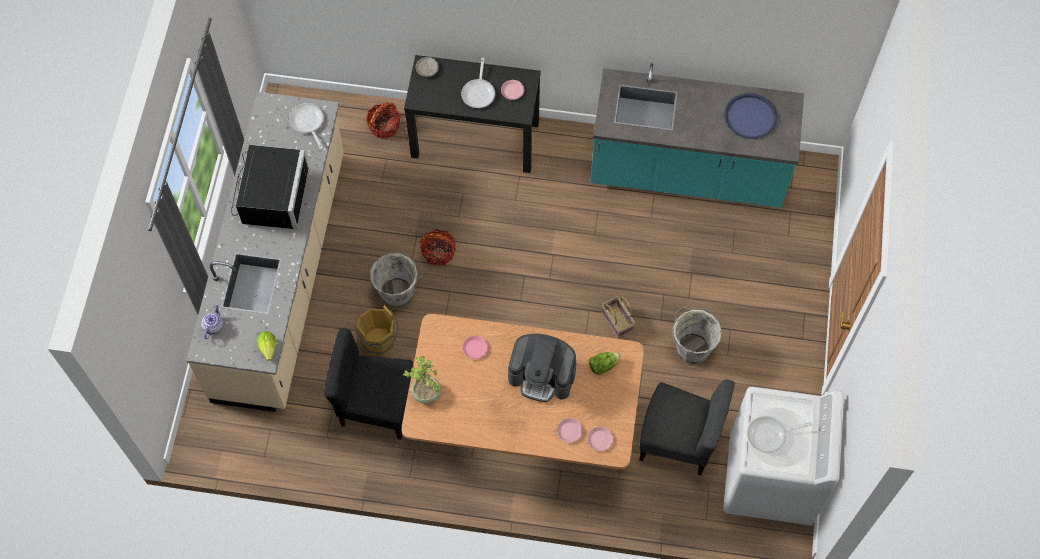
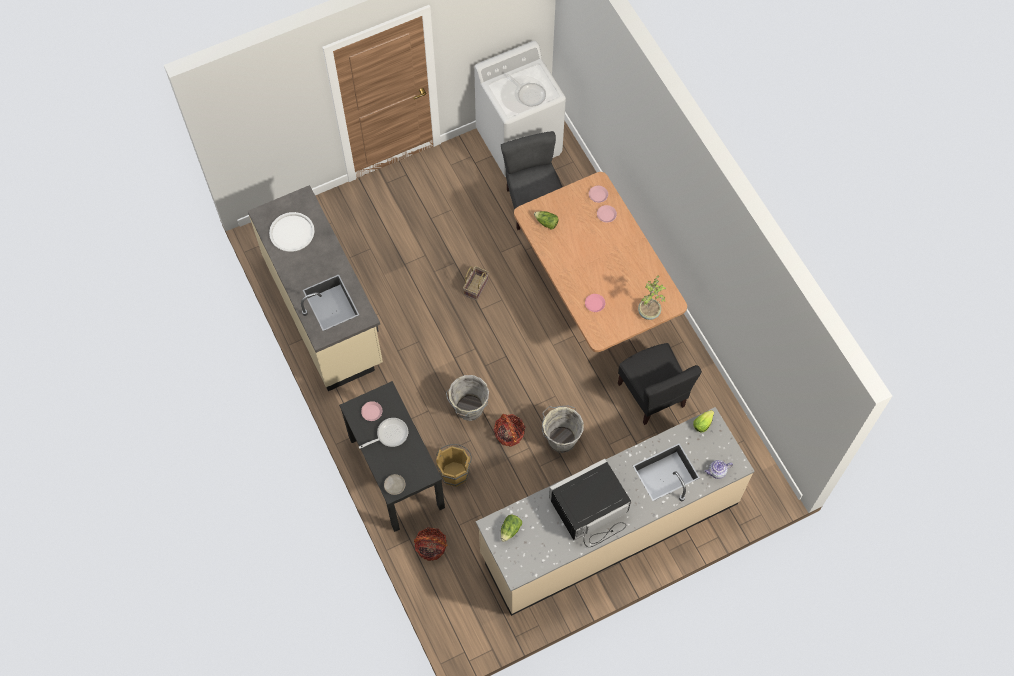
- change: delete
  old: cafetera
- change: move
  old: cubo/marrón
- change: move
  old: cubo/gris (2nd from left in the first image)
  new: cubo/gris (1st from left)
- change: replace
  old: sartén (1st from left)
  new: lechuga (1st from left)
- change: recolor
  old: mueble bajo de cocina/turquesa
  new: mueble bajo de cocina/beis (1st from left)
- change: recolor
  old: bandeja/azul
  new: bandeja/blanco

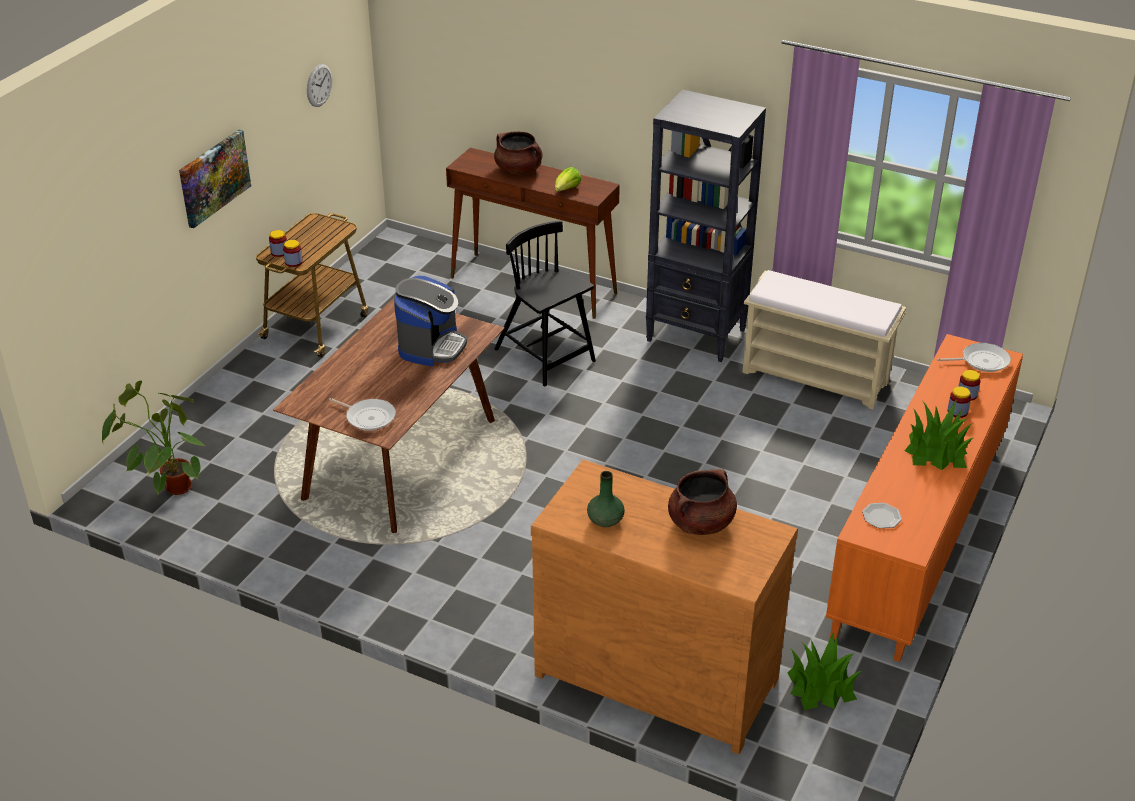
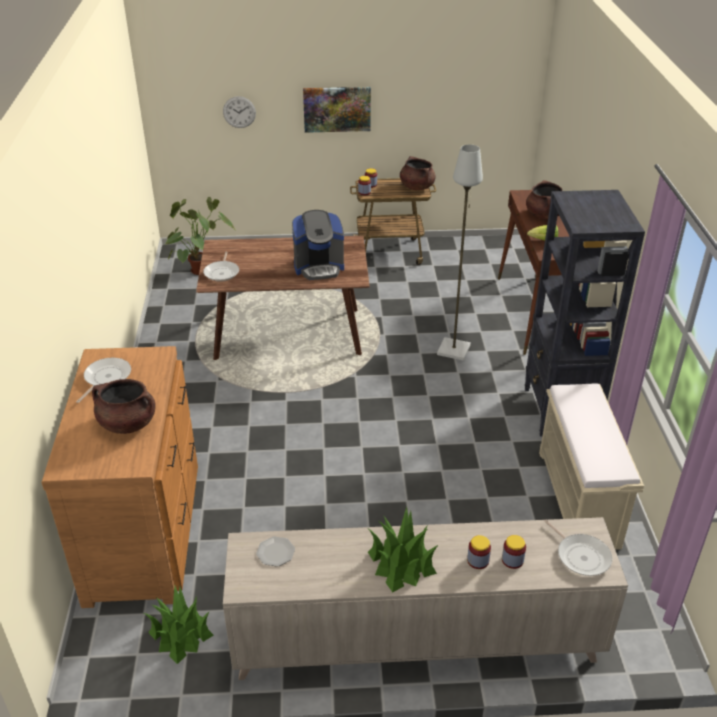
- change: insert
  new: olla/marrón (2nd from left)
- change: move
  old: reloj de pared
- change: replace
  old: silla/negro
  new: lámpara de pie/gris
- change: replace
  old: florero/verde
  new: sartén (1st from left)
- change: recolor
  old: armario/naranja
  new: armario/beis

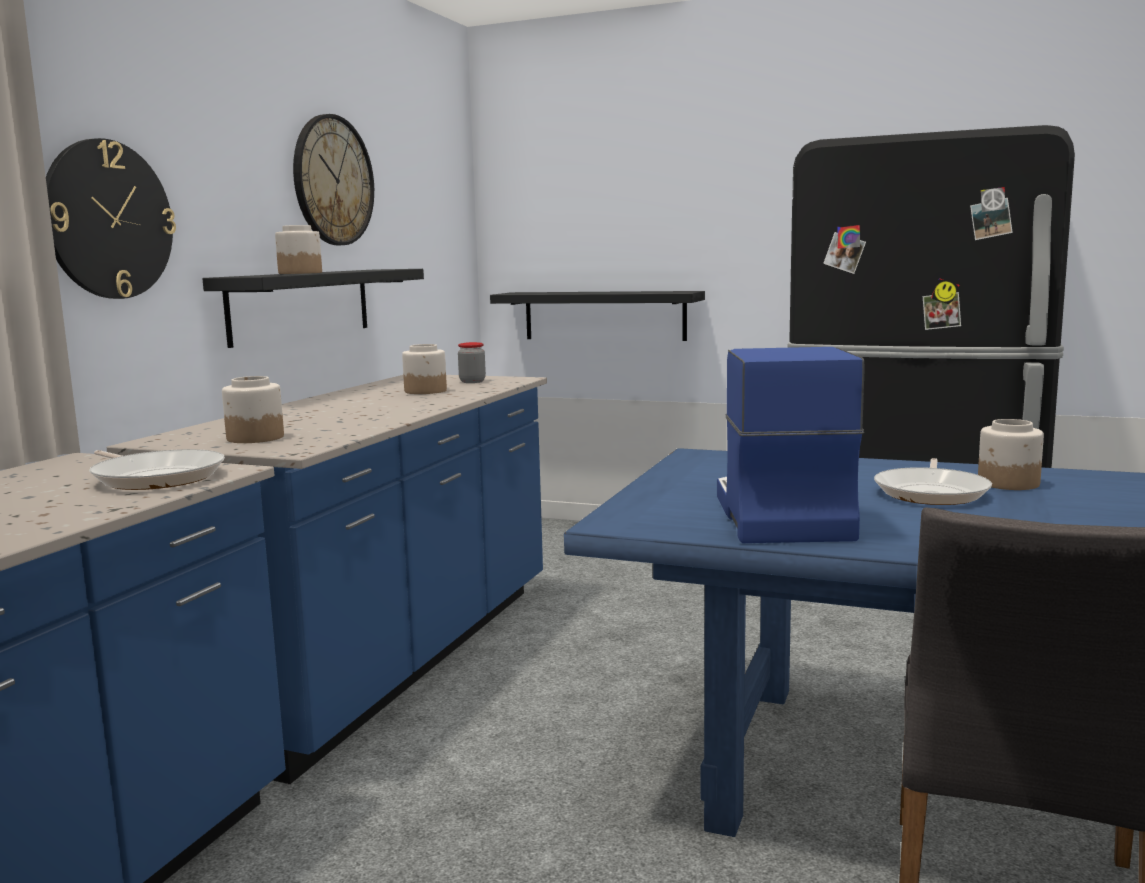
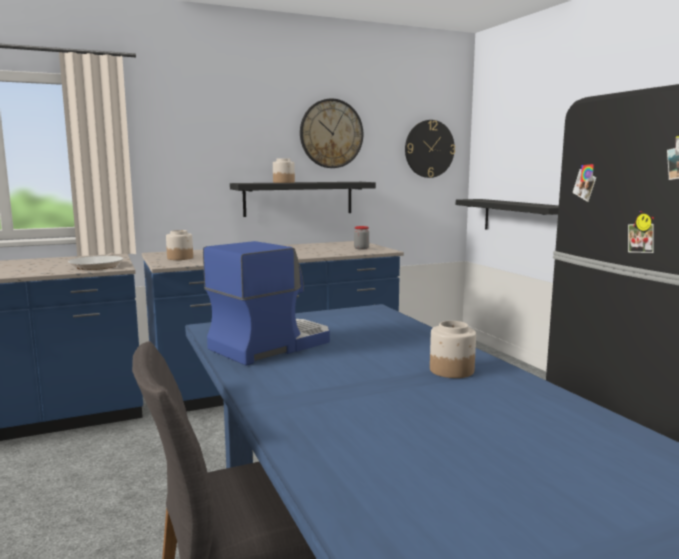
- change: delete
  old: tarro (3rd from left)
- change: delete
  old: sartén (2nd from left)
- change: move
  old: reloj de pared (1st from left in the first image)
  new: reloj de pared (2nd from left)

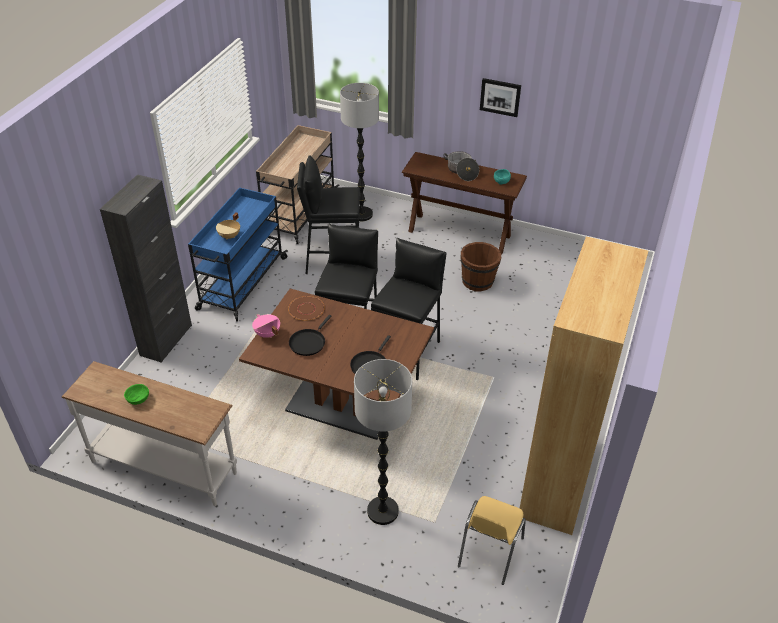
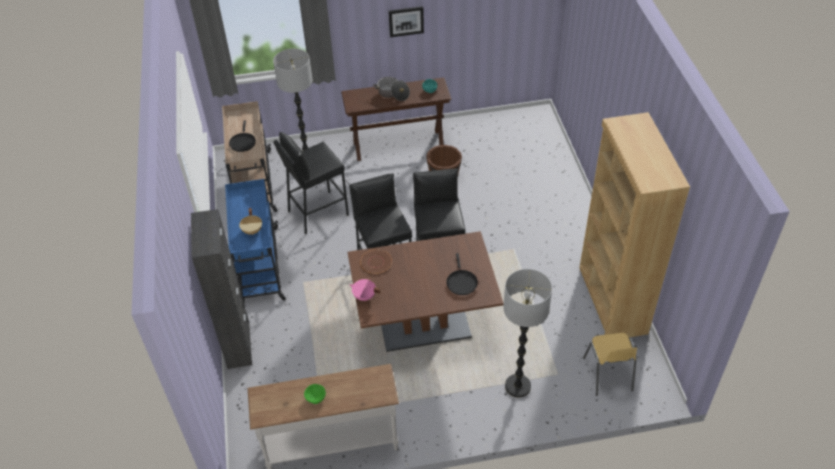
- change: move
  old: sartén/negro (1st from left)

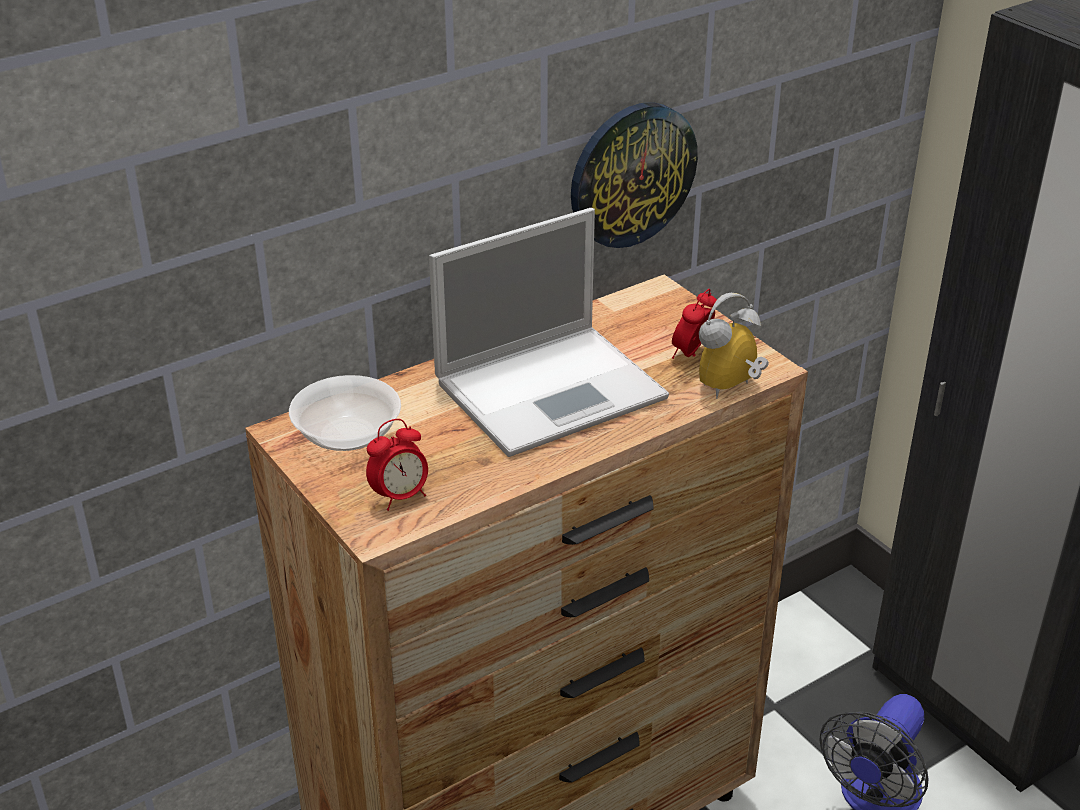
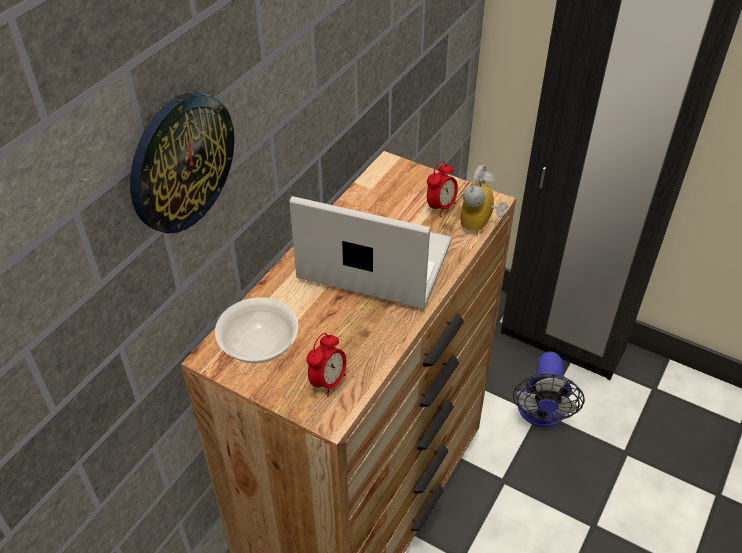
- change: move
  old: reloj de pared
- change: rotate
  old: portátil
  degrees: -105
- change: rotate
  old: despertador (2nd from left)
  degrees: -150

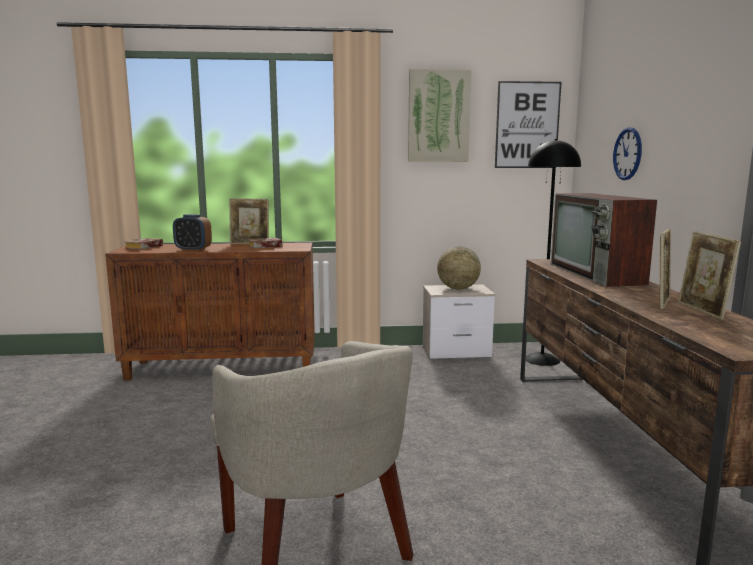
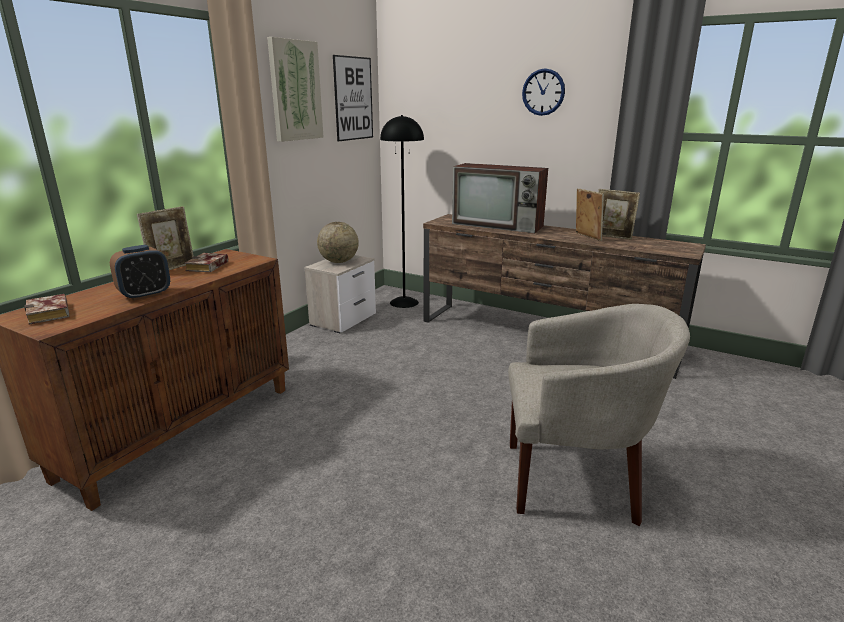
- change: move
  old: reloj de pared

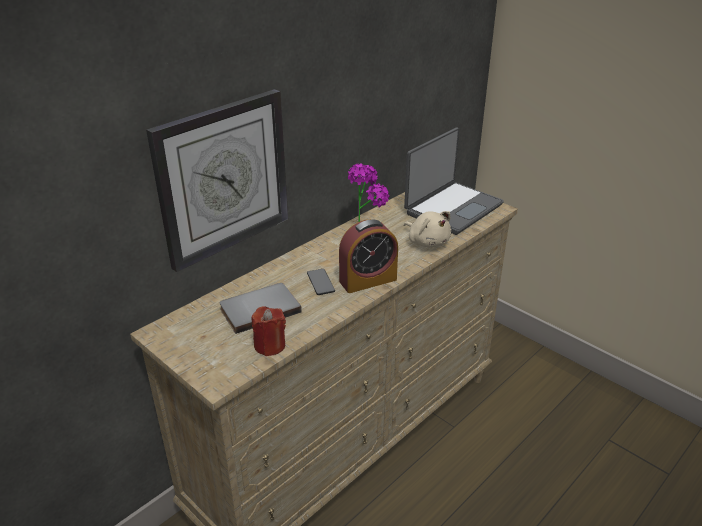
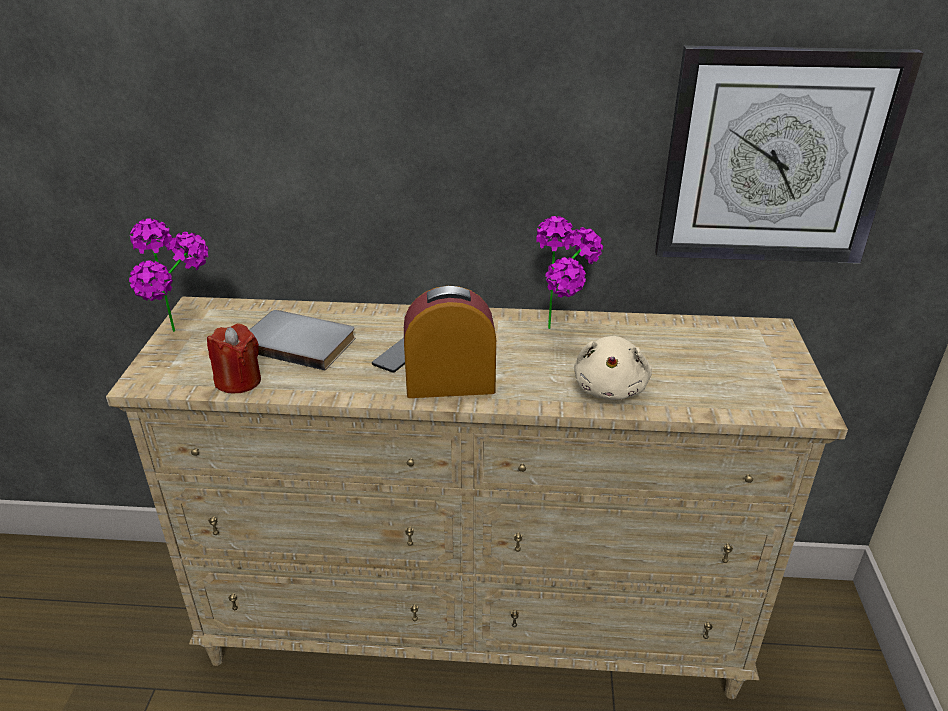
- change: delete
  old: portátil
- change: insert
  new: planta en maceta (1st from left)
- change: move
  old: reloj de pared
- change: rotate
  old: despertador
  degrees: 150

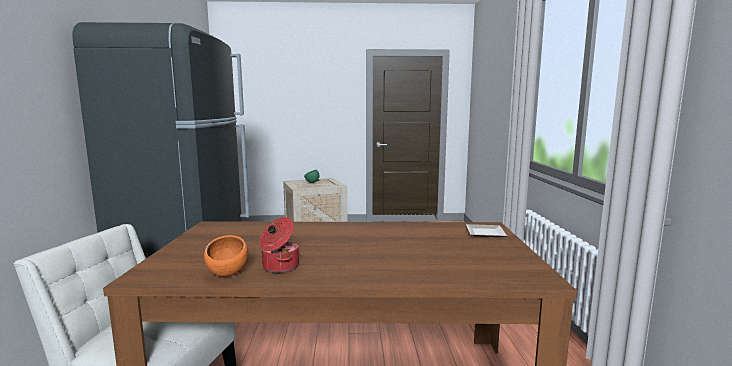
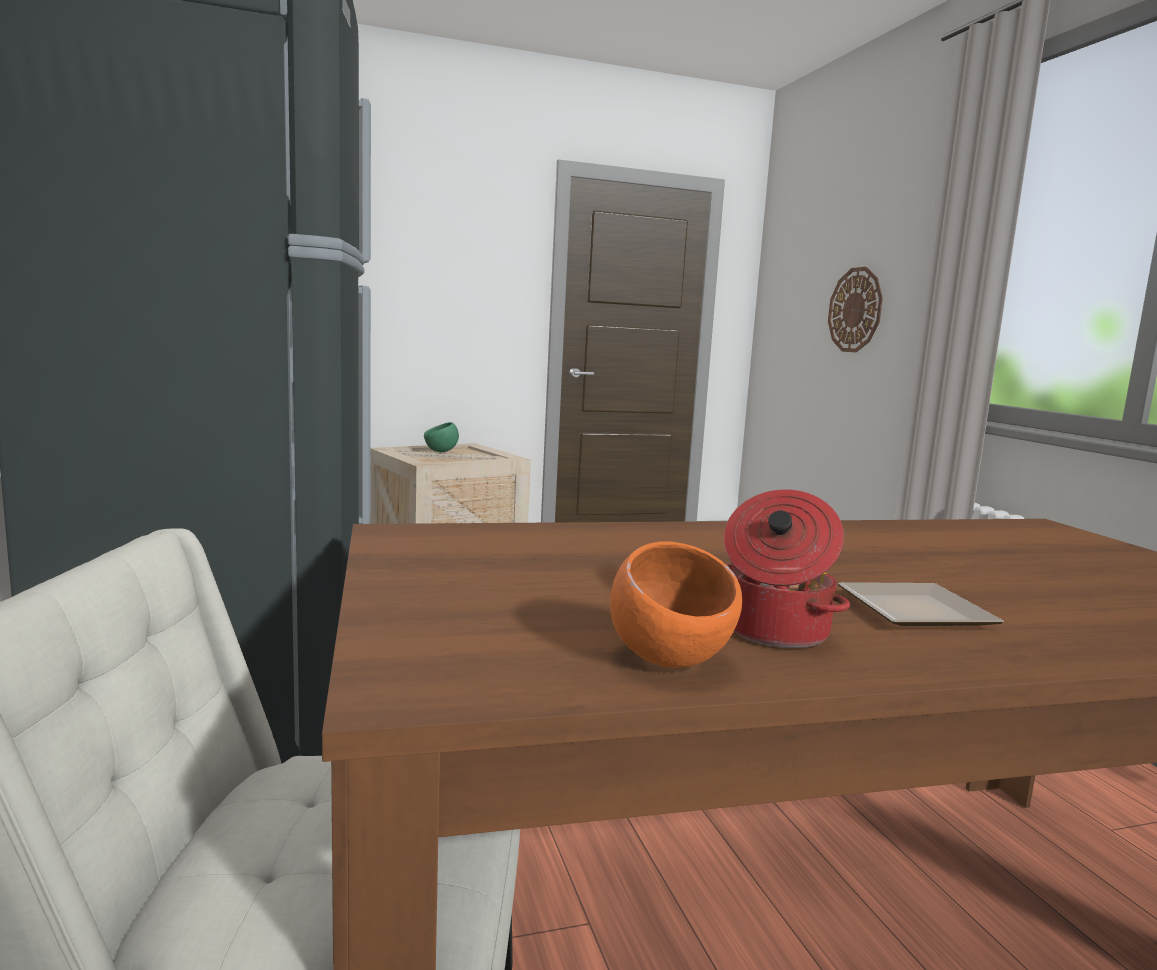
- change: insert
  new: reloj de pared
- change: move
  old: plato

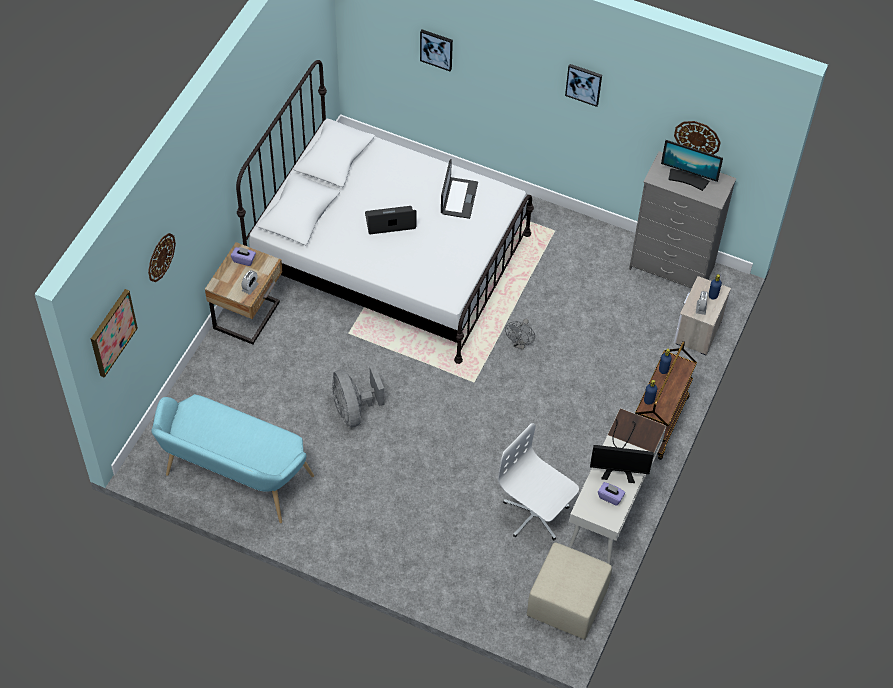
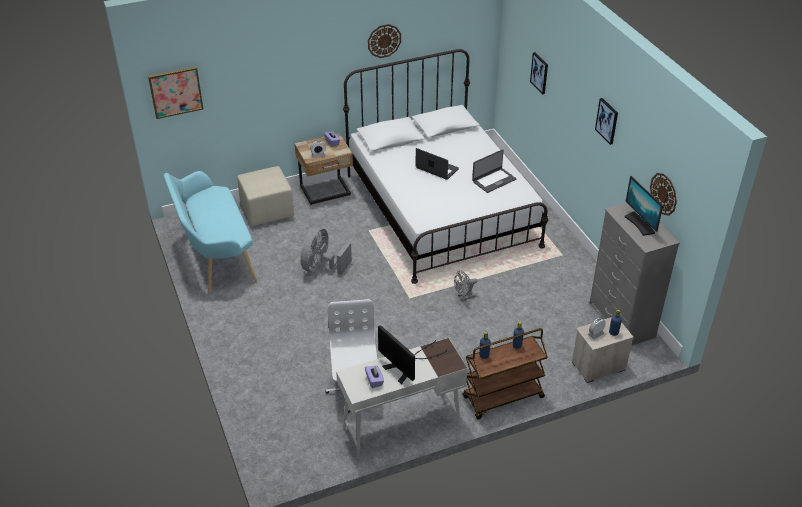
- change: move
  old: reloj de pared (1st from left)
- change: move
  old: puf/beis

